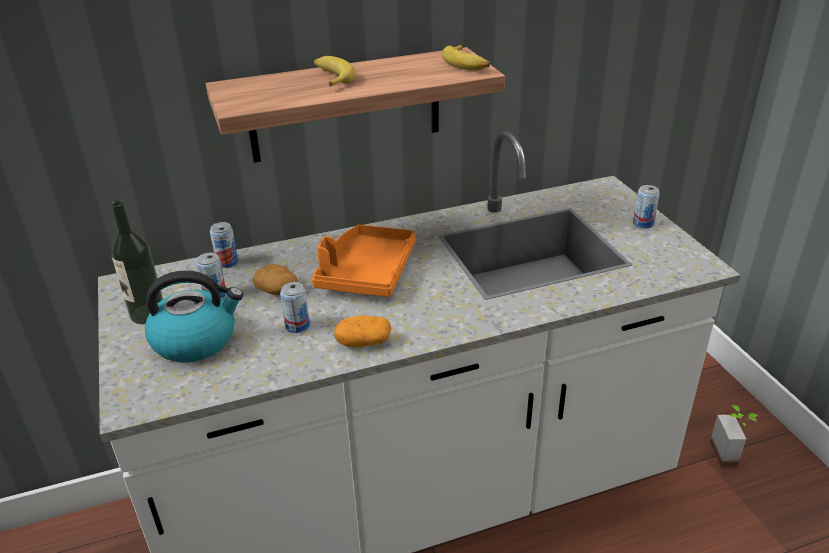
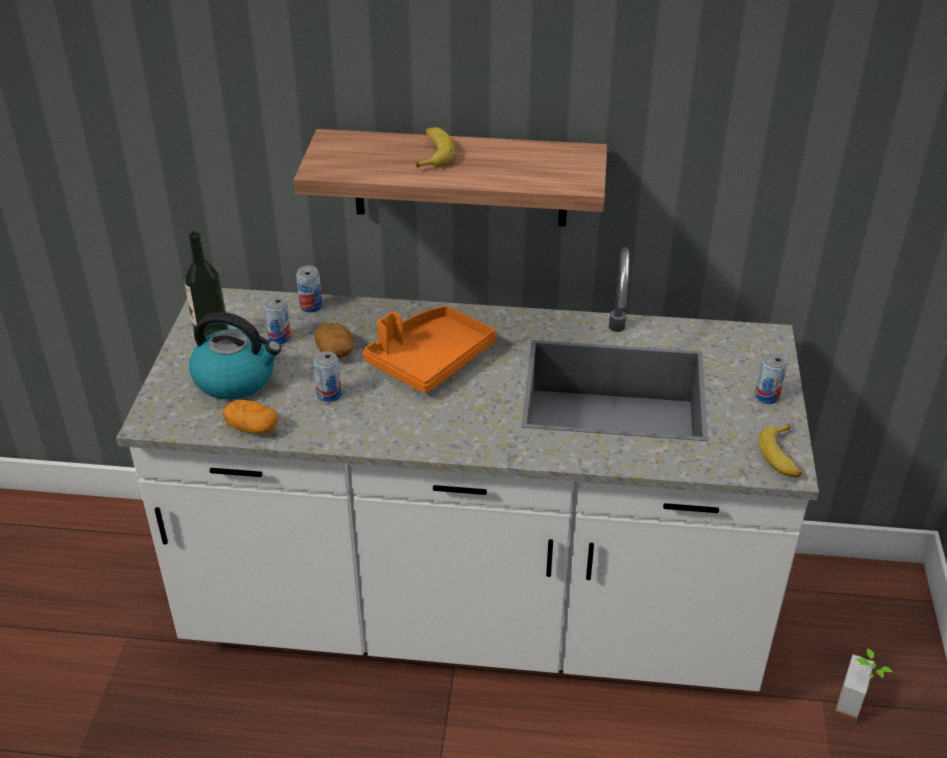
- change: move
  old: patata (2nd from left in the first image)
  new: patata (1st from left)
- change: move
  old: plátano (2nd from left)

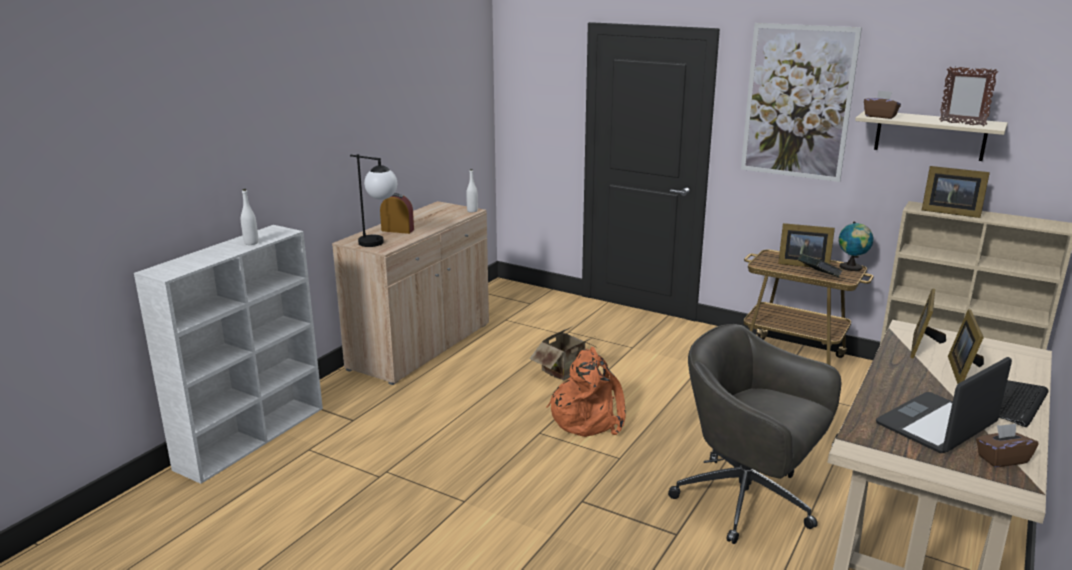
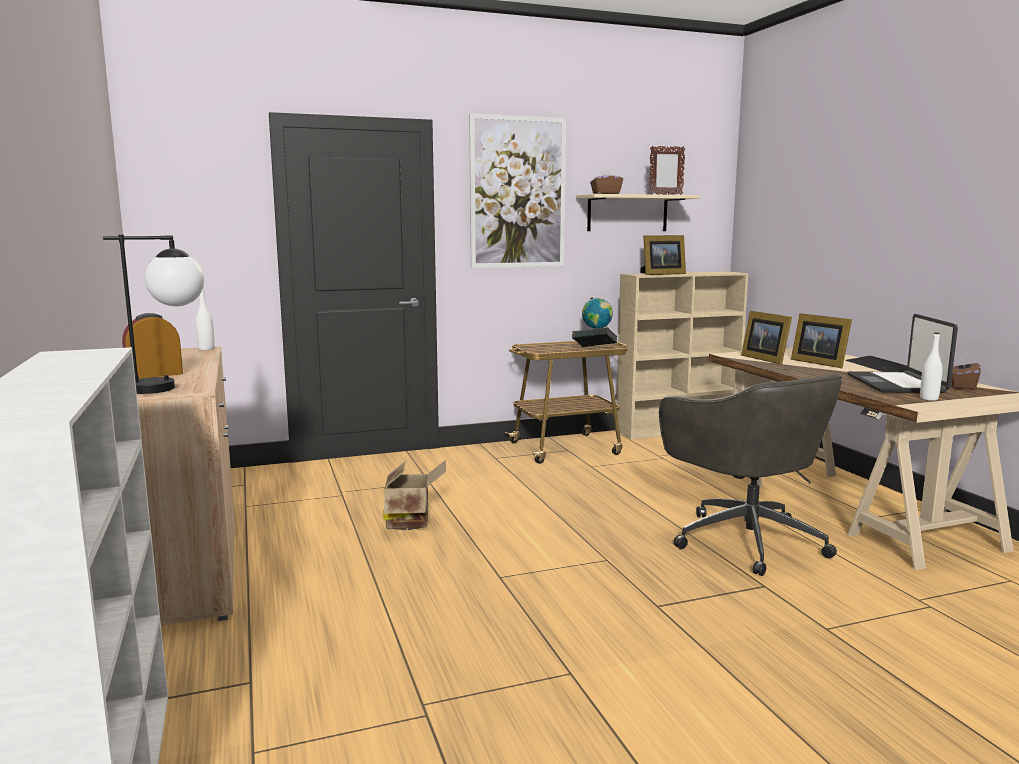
- change: delete
  old: mochila/naranja
- change: delete
  old: portarretratos (1st from left)
- change: move
  old: botella/blanco (1st from left in the first image)
  new: botella/blanco (2nd from left)
- change: rotate
  old: silla de oficina/gris
  degrees: -105

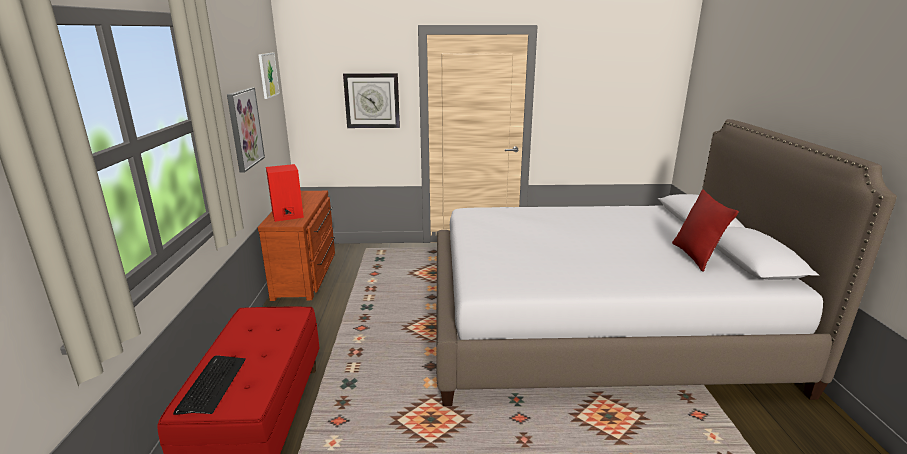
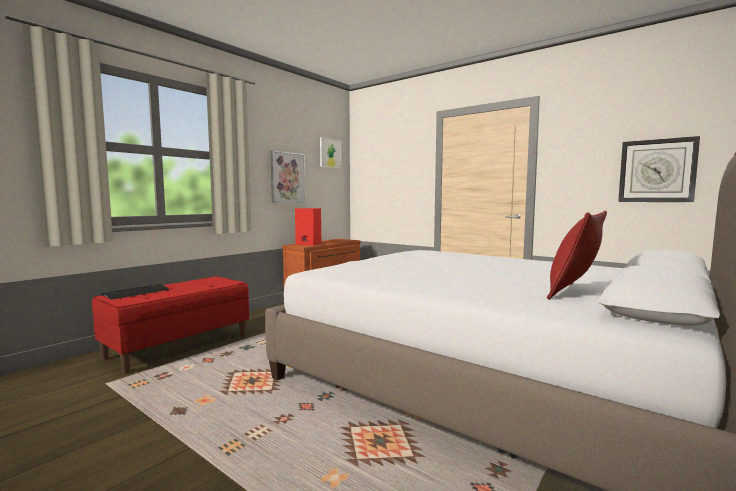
- change: move
  old: reloj de pared

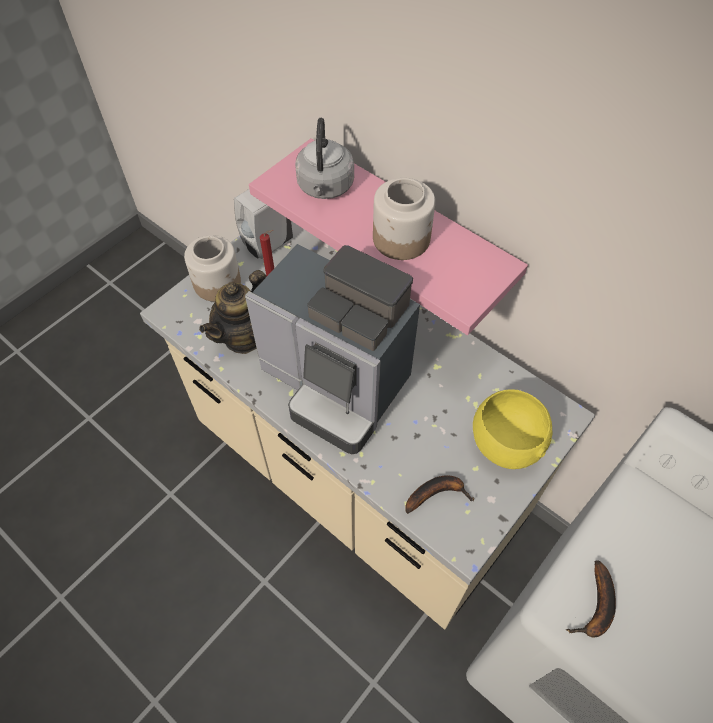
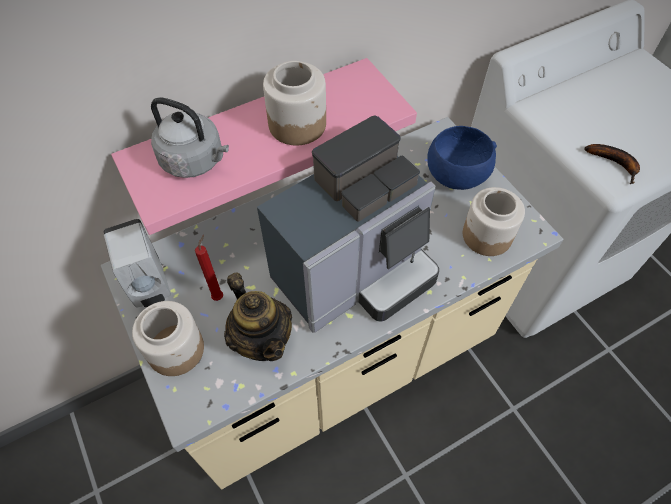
- change: replace
  old: plátano (1st from left)
  new: tarro (3rd from left)
- change: recolor
  old: cuenco/amarillo
  new: cuenco/azul

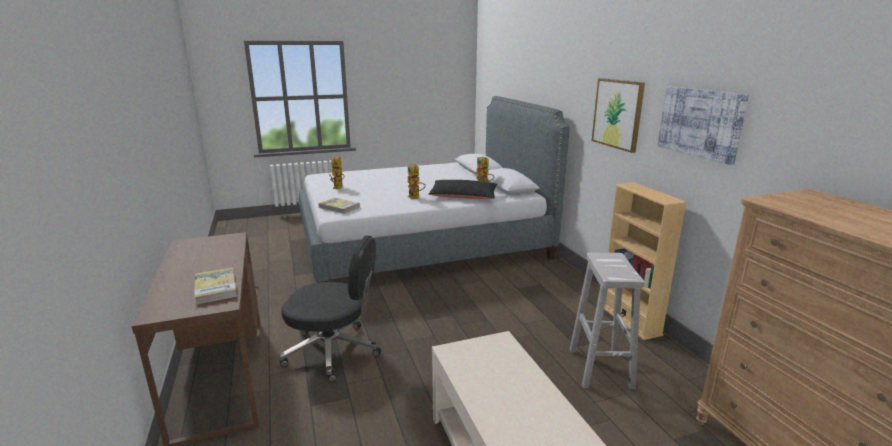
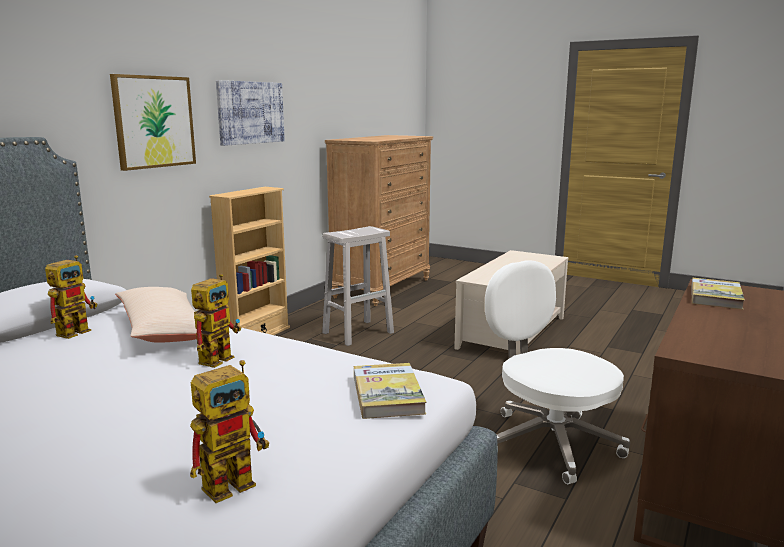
- change: recolor
  old: silla de oficina/negro
  new: silla de oficina/blanco
- change: recolor
  old: cojín/negro
  new: cojín/beis

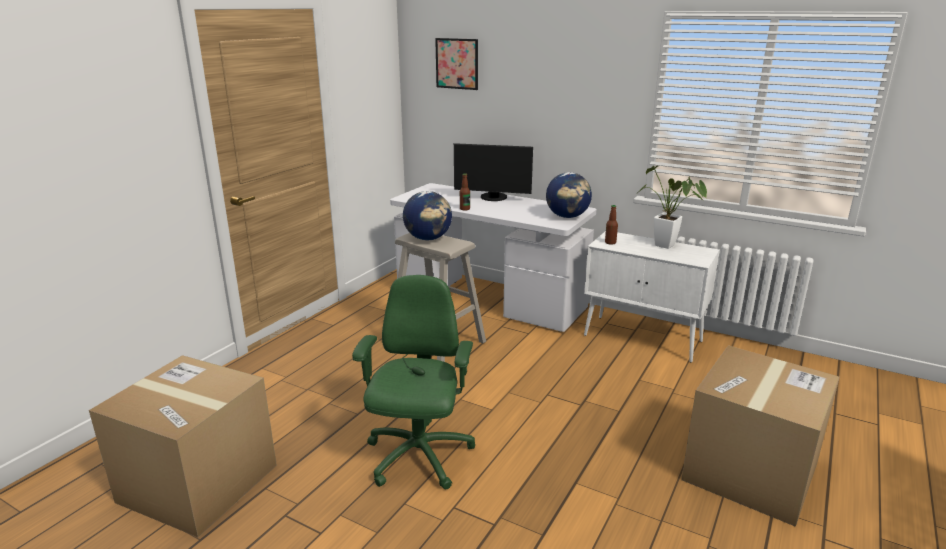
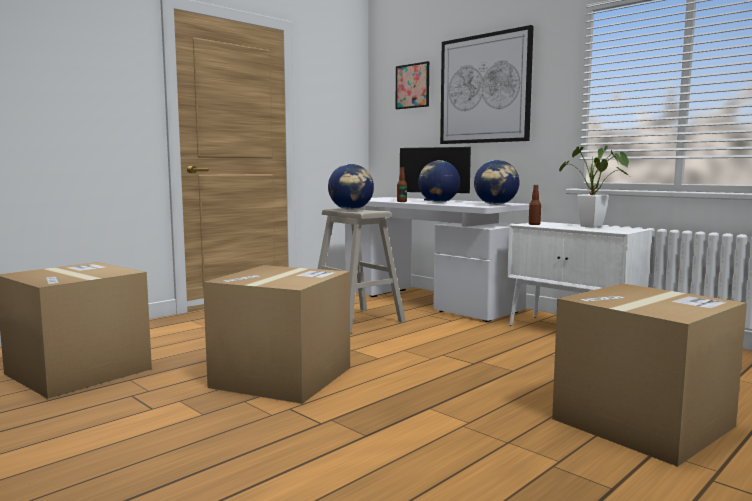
- change: insert
  new: globo terráqueo (2nd from left)
- change: insert
  new: cuadro (2nd from left)
- change: replace
  old: silla de oficina/verde
  new: caja de cartón (2nd from left)

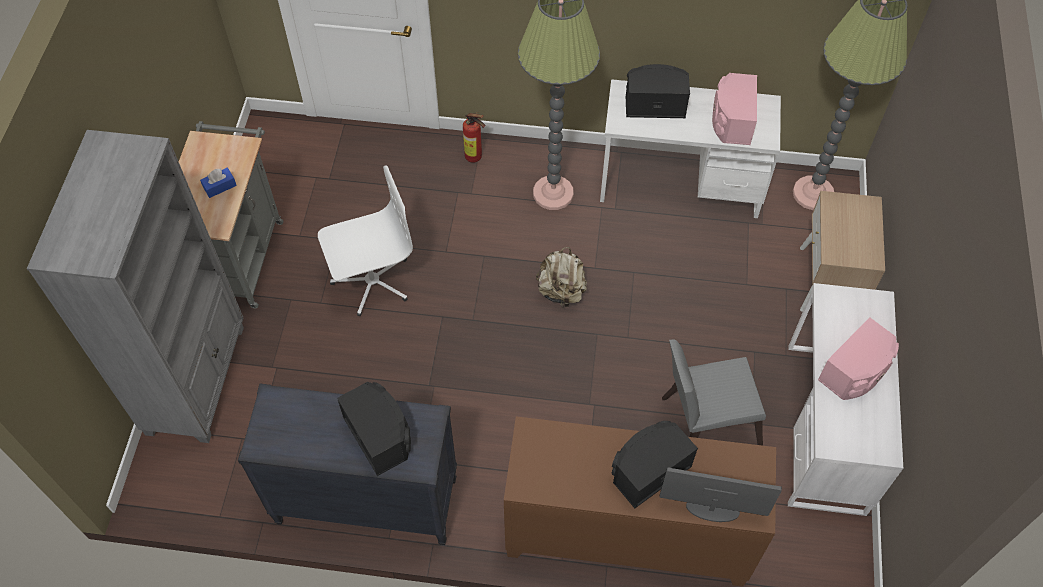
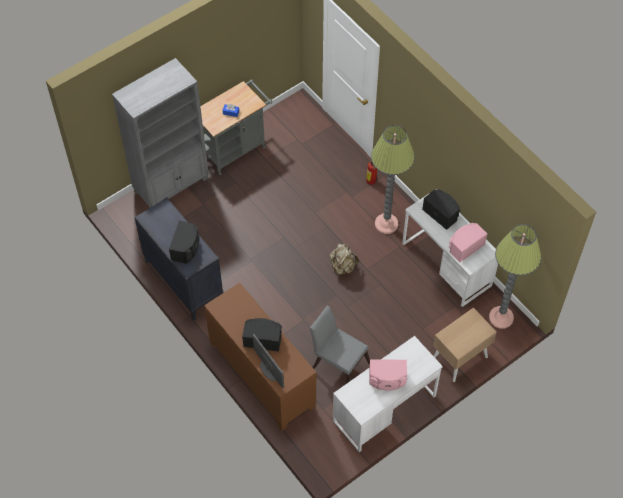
- change: delete
  old: silla de oficina/blanco

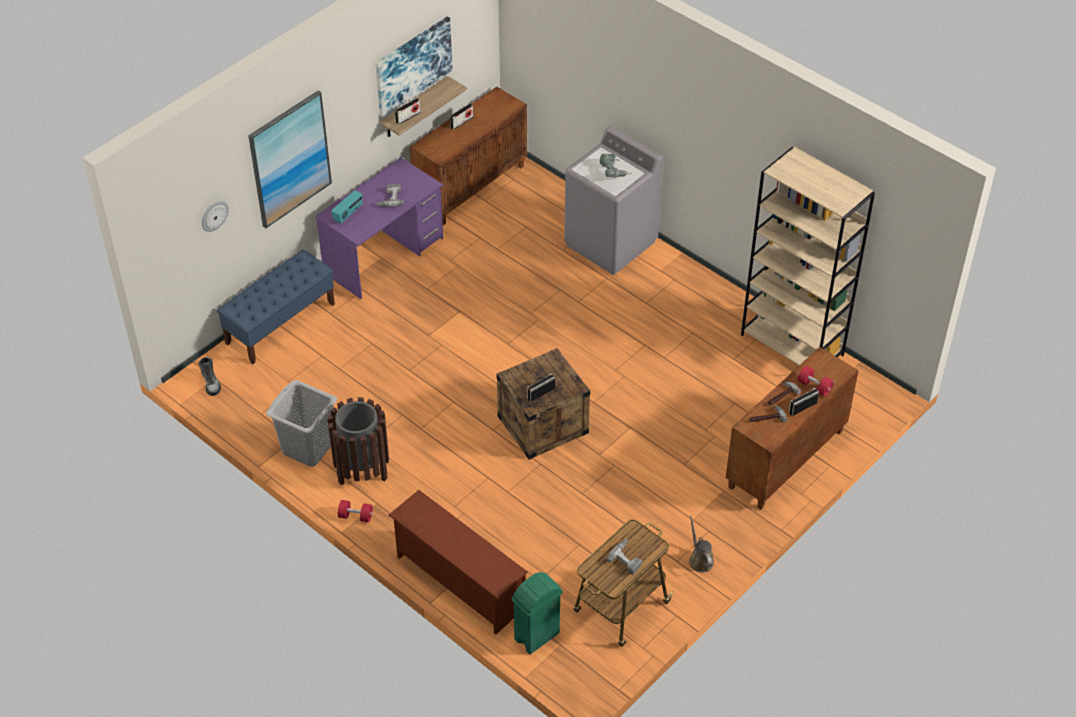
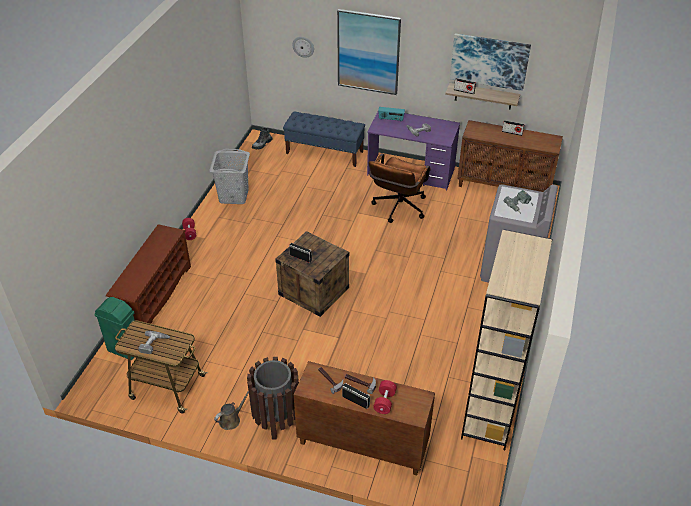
- change: insert
  new: silla de oficina/marrón
- change: move
  old: papelera/marrón

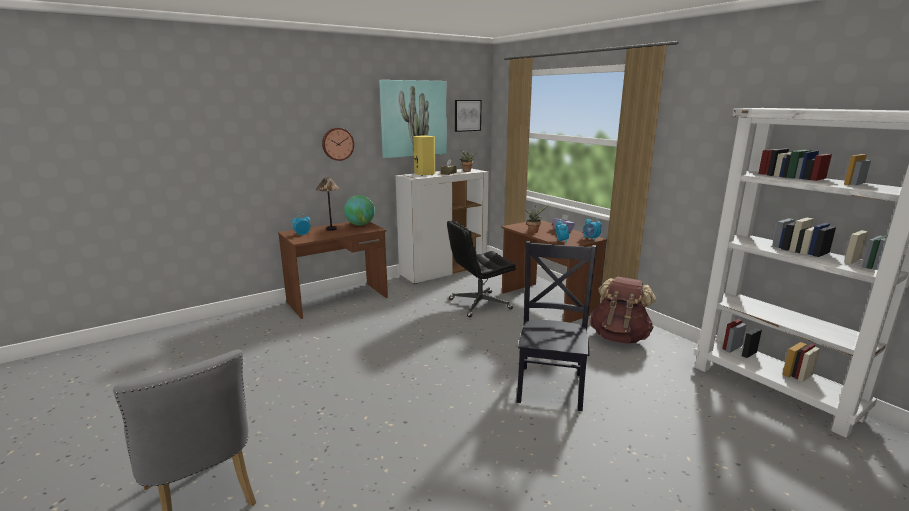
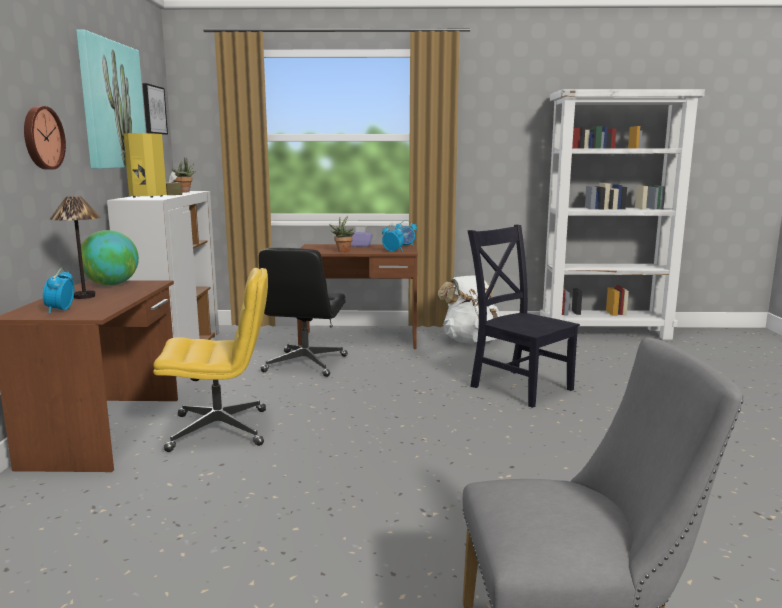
- change: insert
  new: silla de oficina/amarillo
- change: recolor
  old: mochila/marrón
  new: mochila/blanco

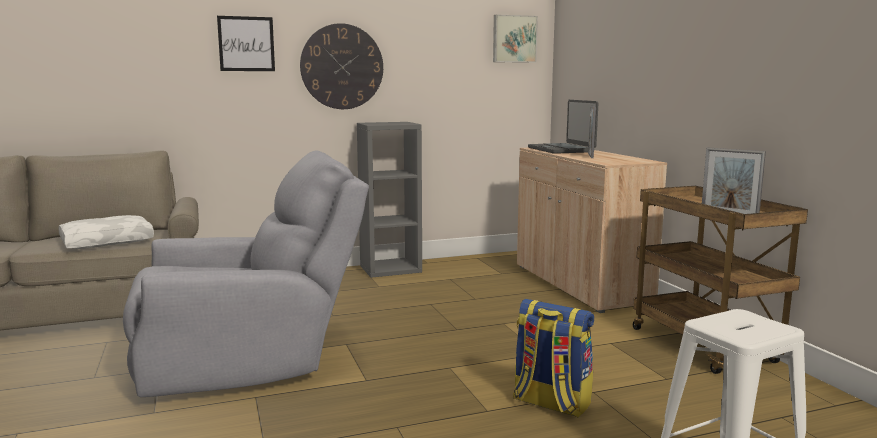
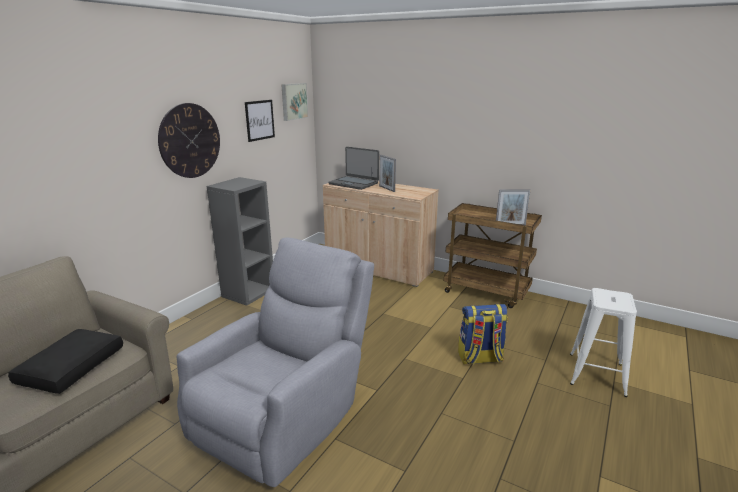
- change: move
  old: cuadro (1st from left)
- change: recolor
  old: cojín/blanco
  new: cojín/negro

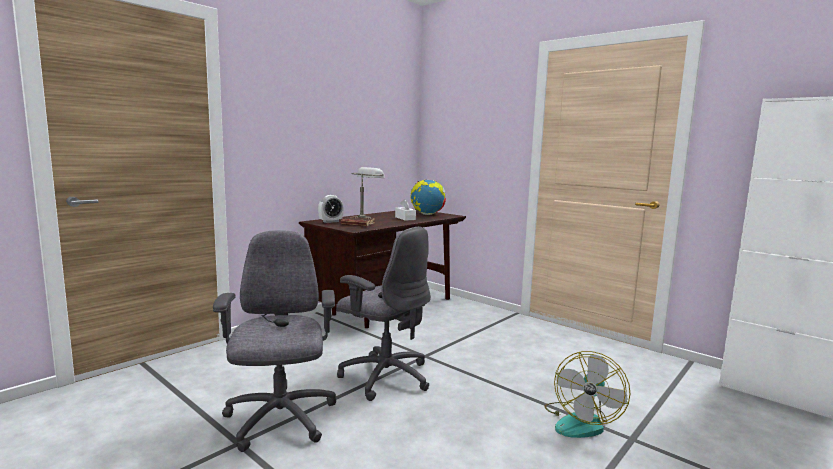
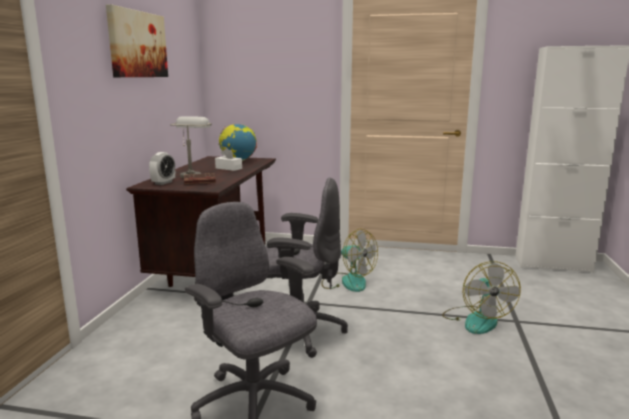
- change: insert
  new: cuadro
- change: insert
  new: ventilador (1st from left)

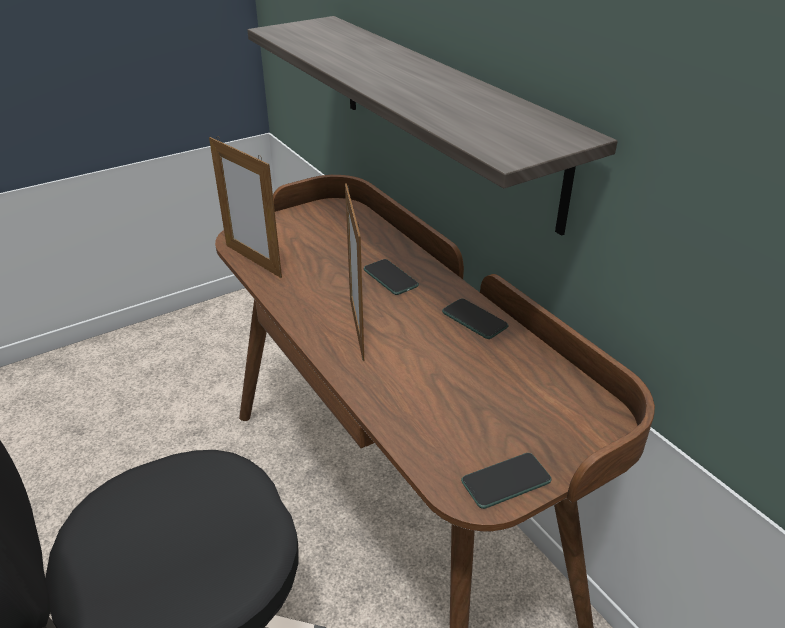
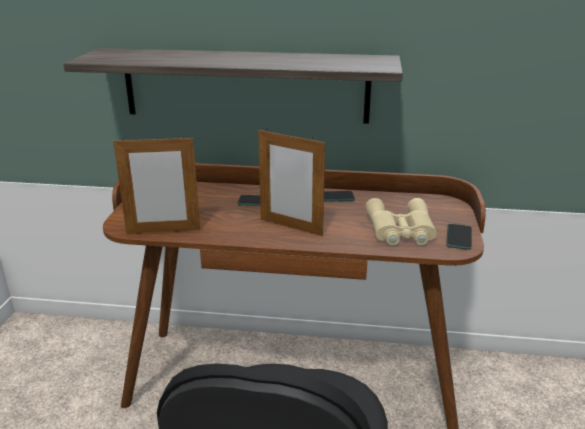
- change: insert
  new: prismáticos/beis

